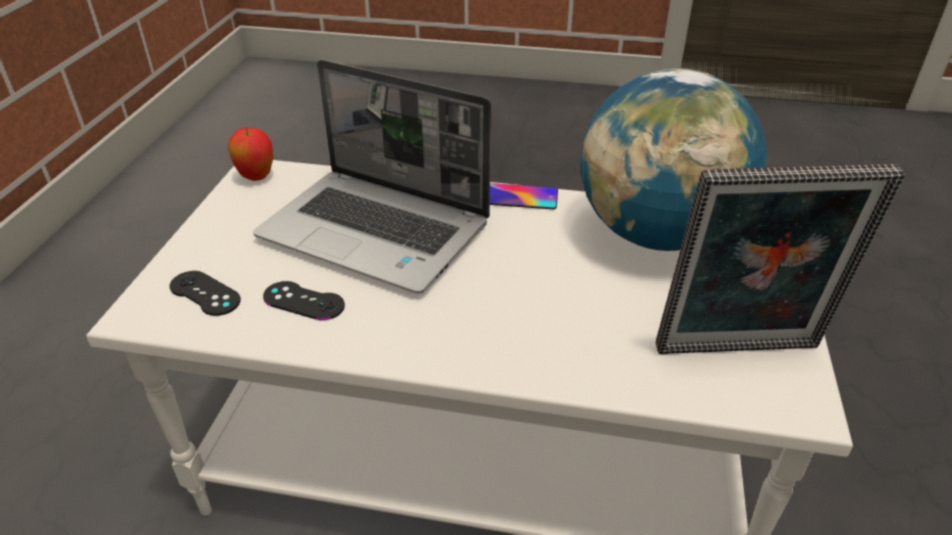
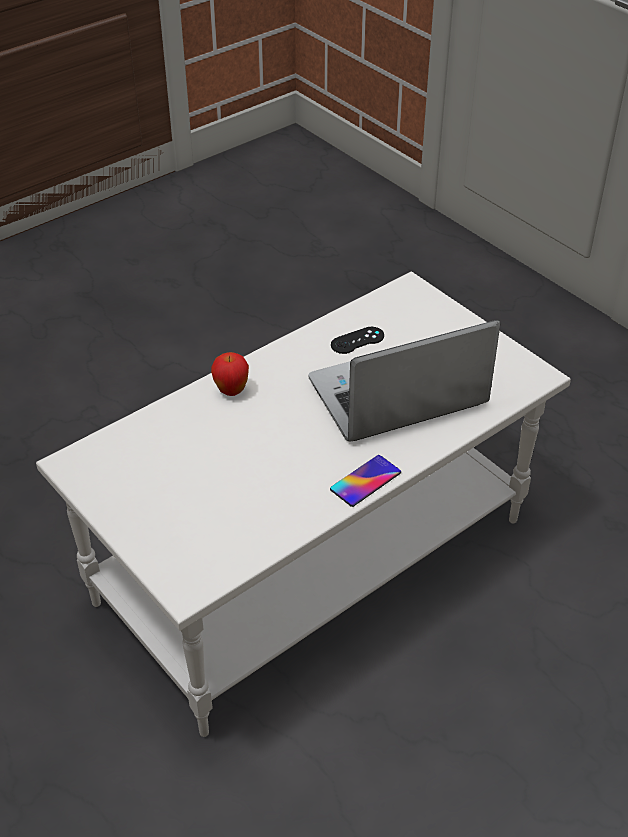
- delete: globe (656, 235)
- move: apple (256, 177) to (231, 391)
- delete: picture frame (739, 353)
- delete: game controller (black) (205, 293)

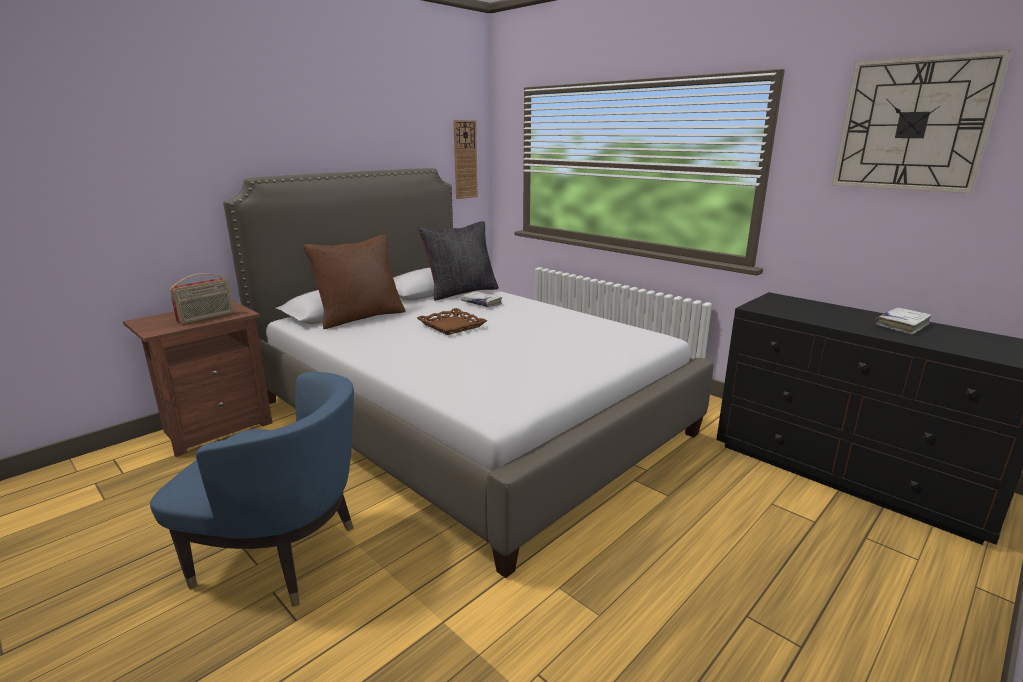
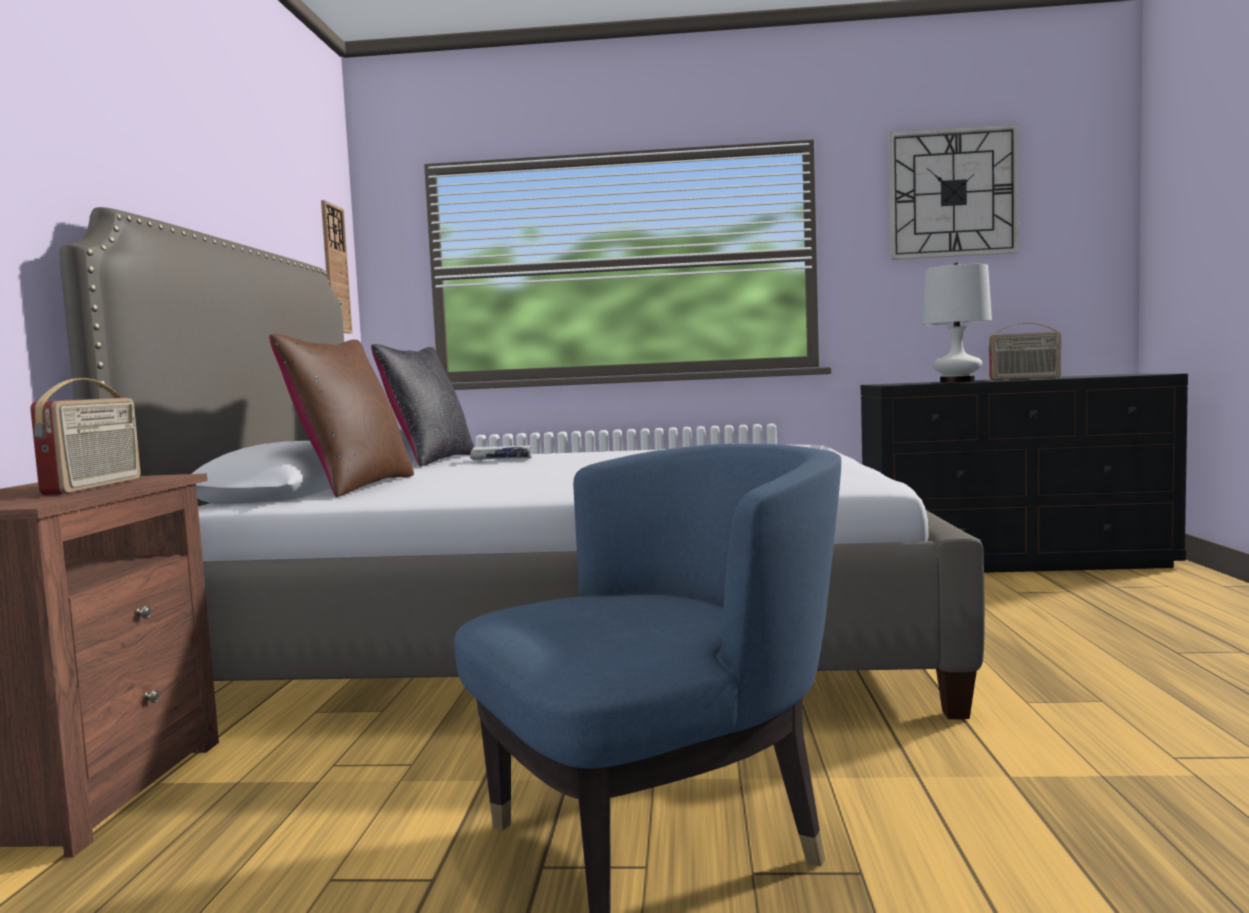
- delete: tray (brown) (451, 325)
- replace: book (white) (902, 325) to radio (1025, 378)
- insert: table lamp (white) (957, 382)

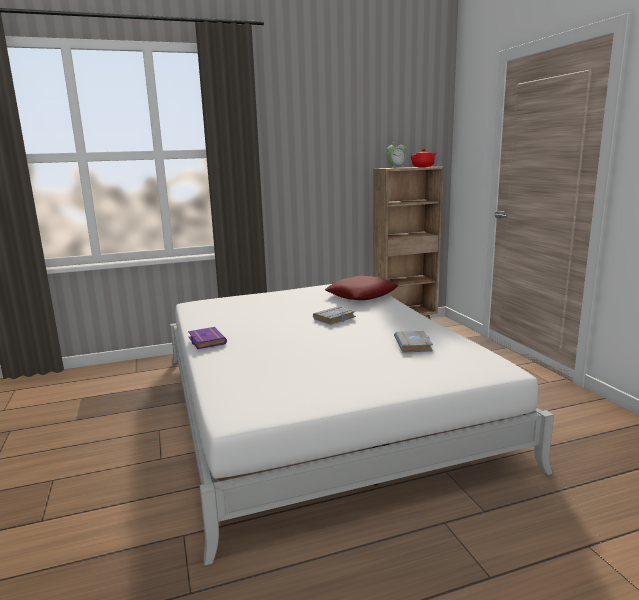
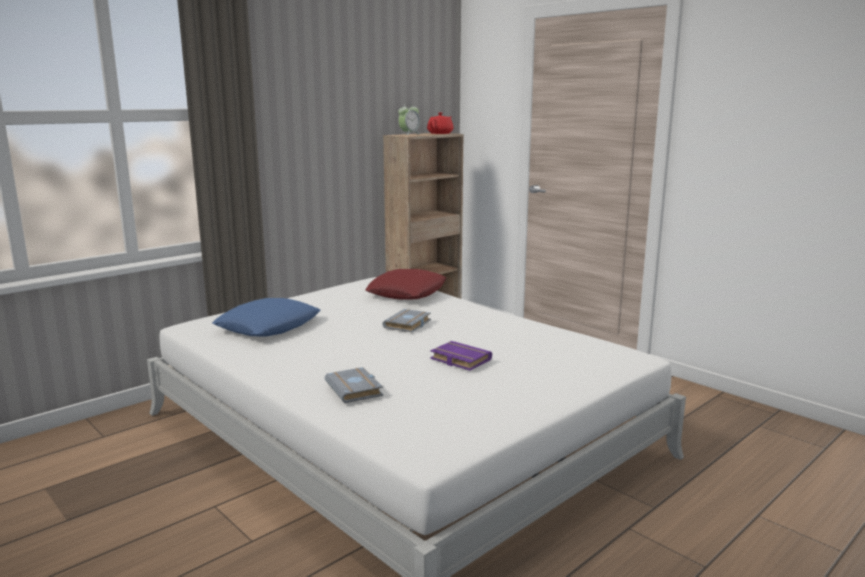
- move: book (purple) (205, 341) to (458, 360)
- move: book (grey) (414, 345) to (356, 390)
- insert: pillow (blue) (268, 326)

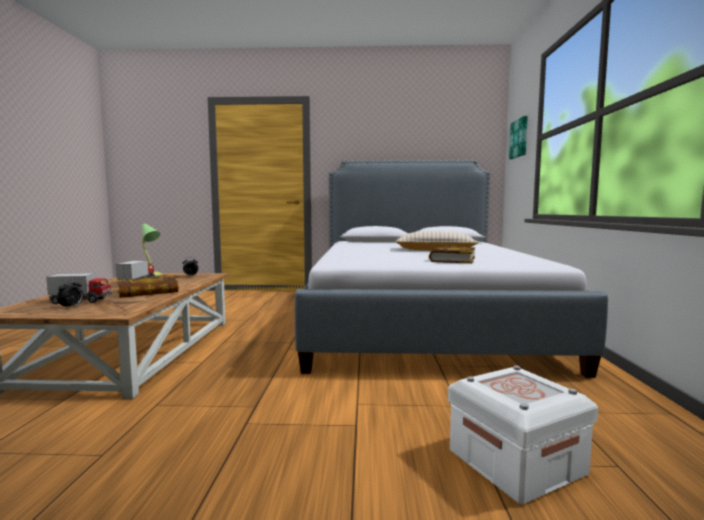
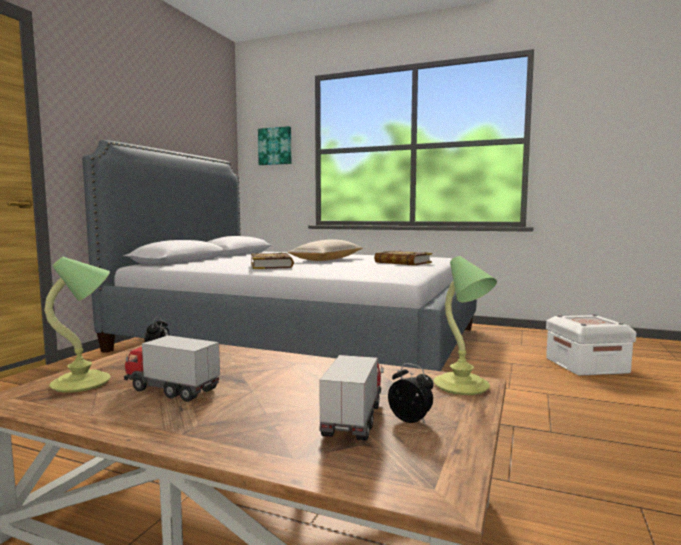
- move: book (147, 291) to (272, 266)
- insert: table lamp (462, 386)

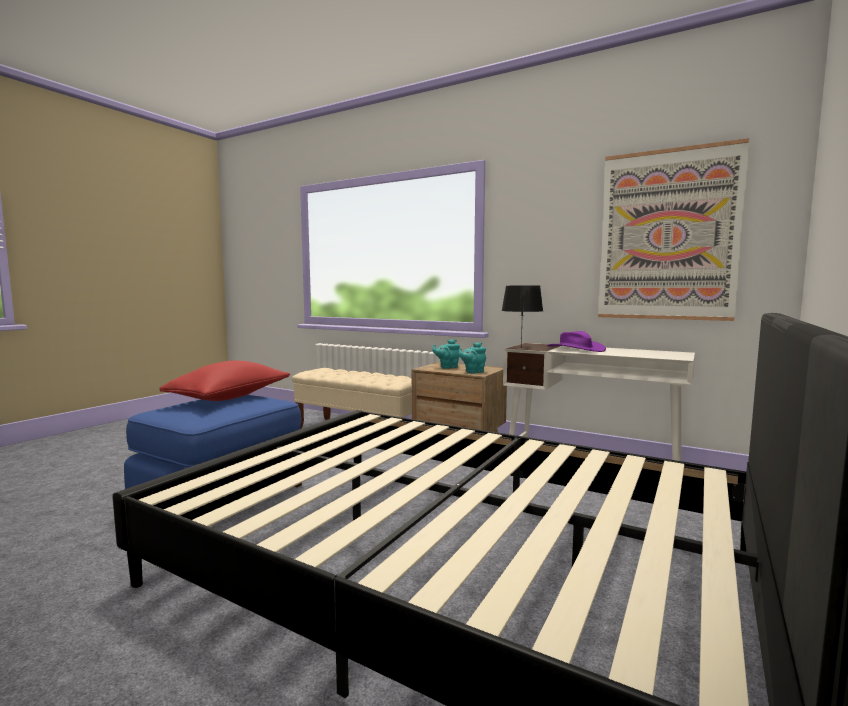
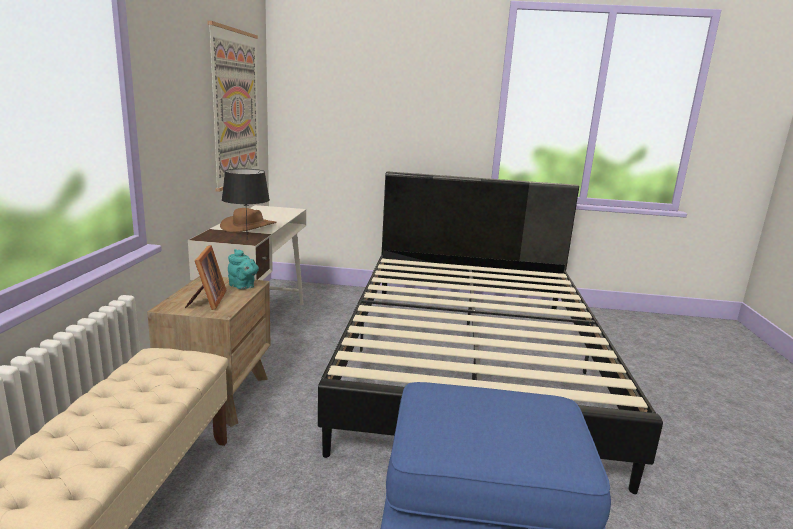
- recolor: hat (purple) (575, 349) to hat (brown) (249, 226)
- replace: teapot (turquoise) (447, 367) to picture frame (207, 301)
- delete: pillow (red) (230, 398)

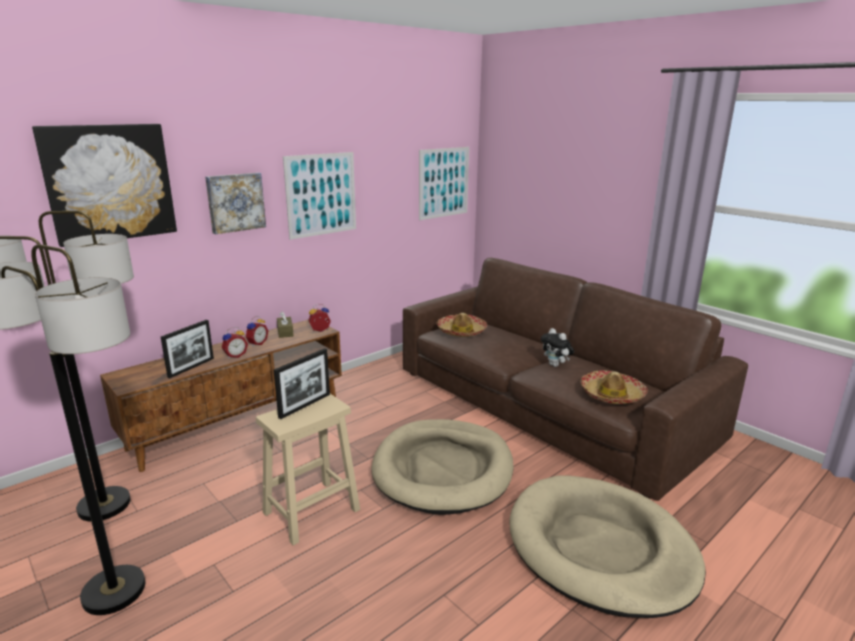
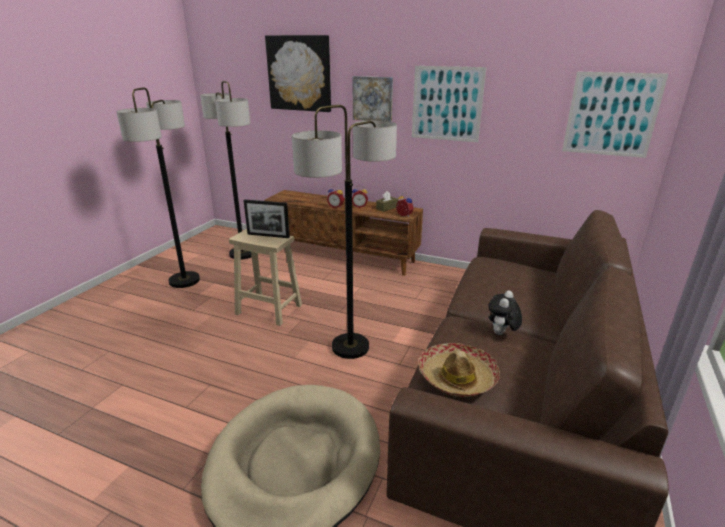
- delete: hat (461, 331)
- delete: picture frame (191, 368)
- replace: dog bed (beige) (443, 469) to floor lamp (350, 347)

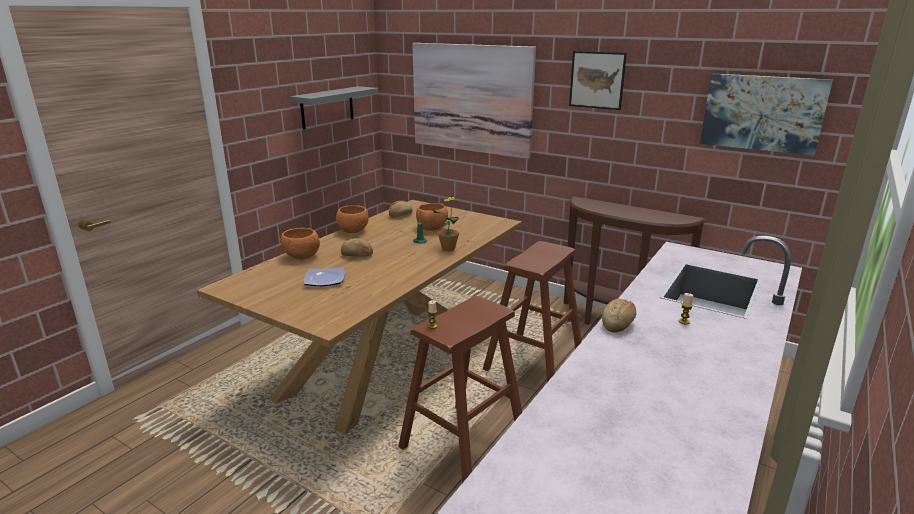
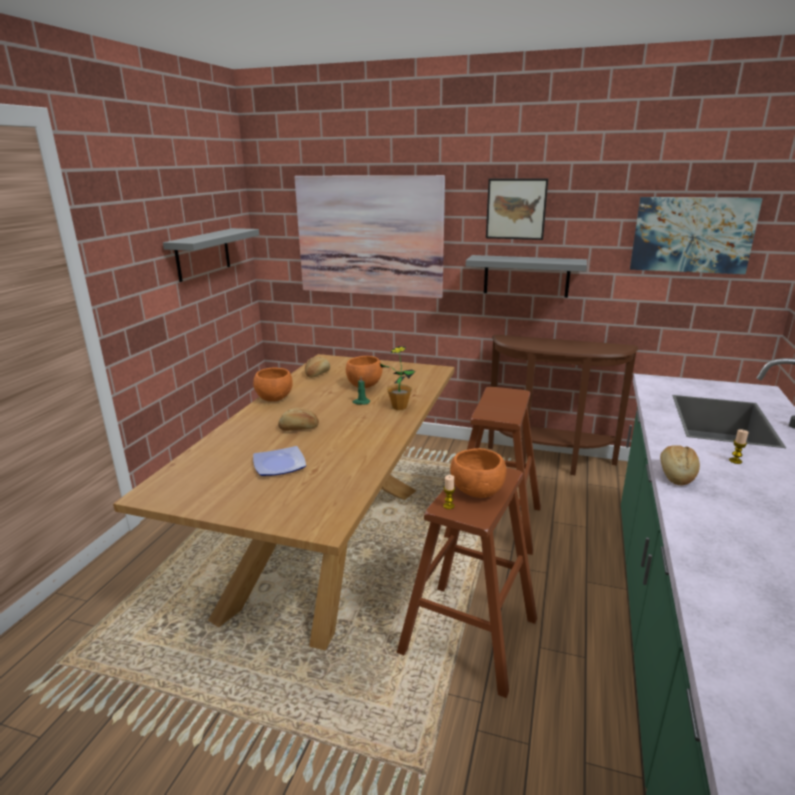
- move: bowl (orange) (302, 257) to (478, 492)
- insert: shelf (grey) (526, 276)

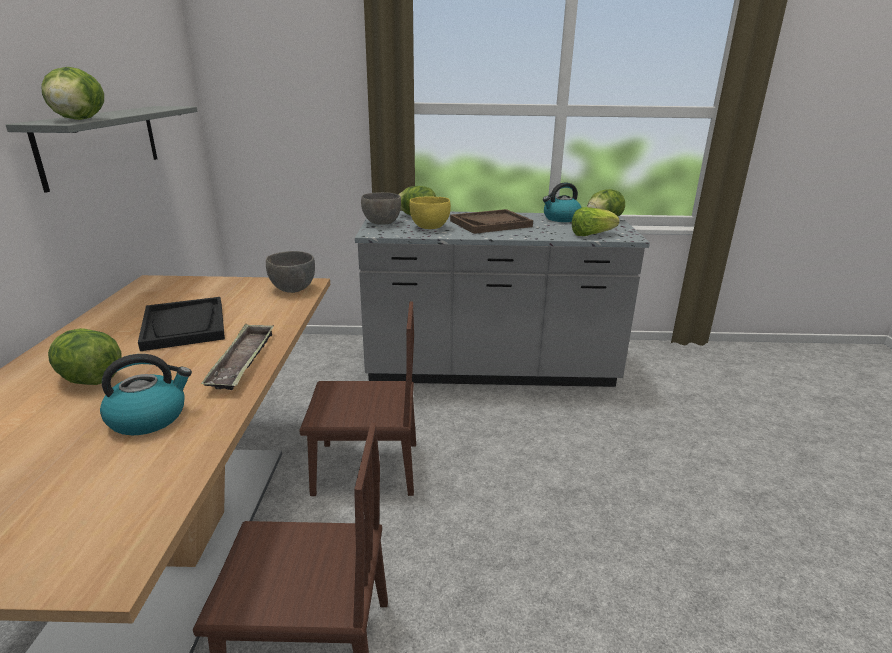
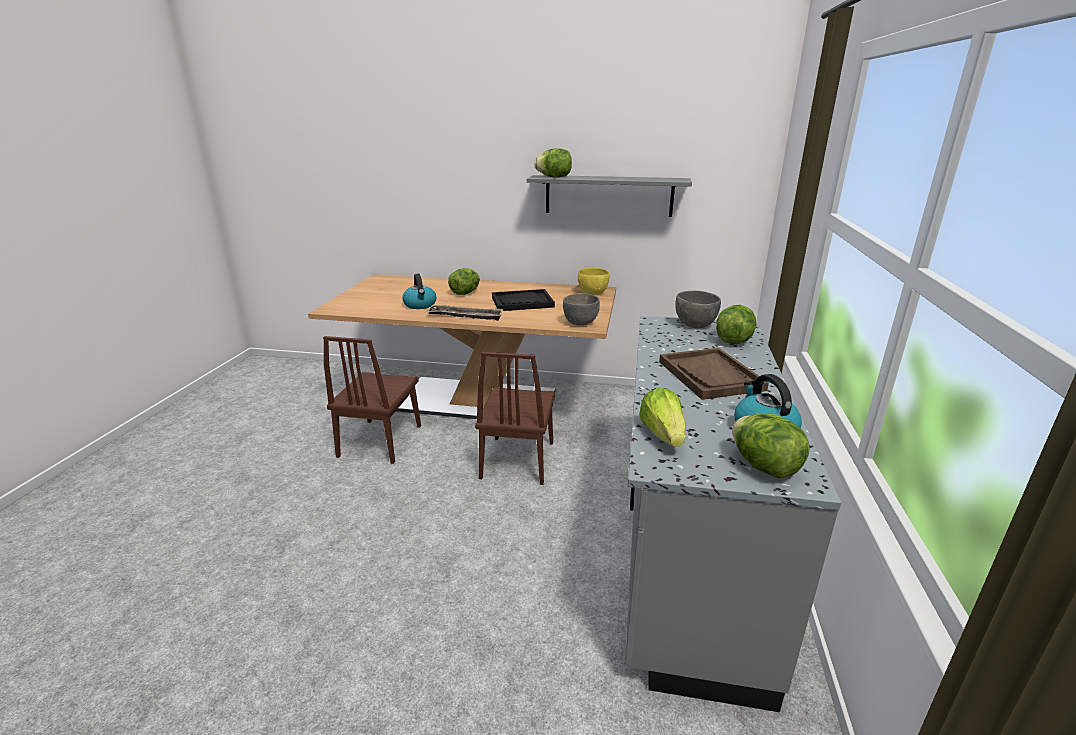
- move: bowl (yellow) (430, 228) to (592, 293)

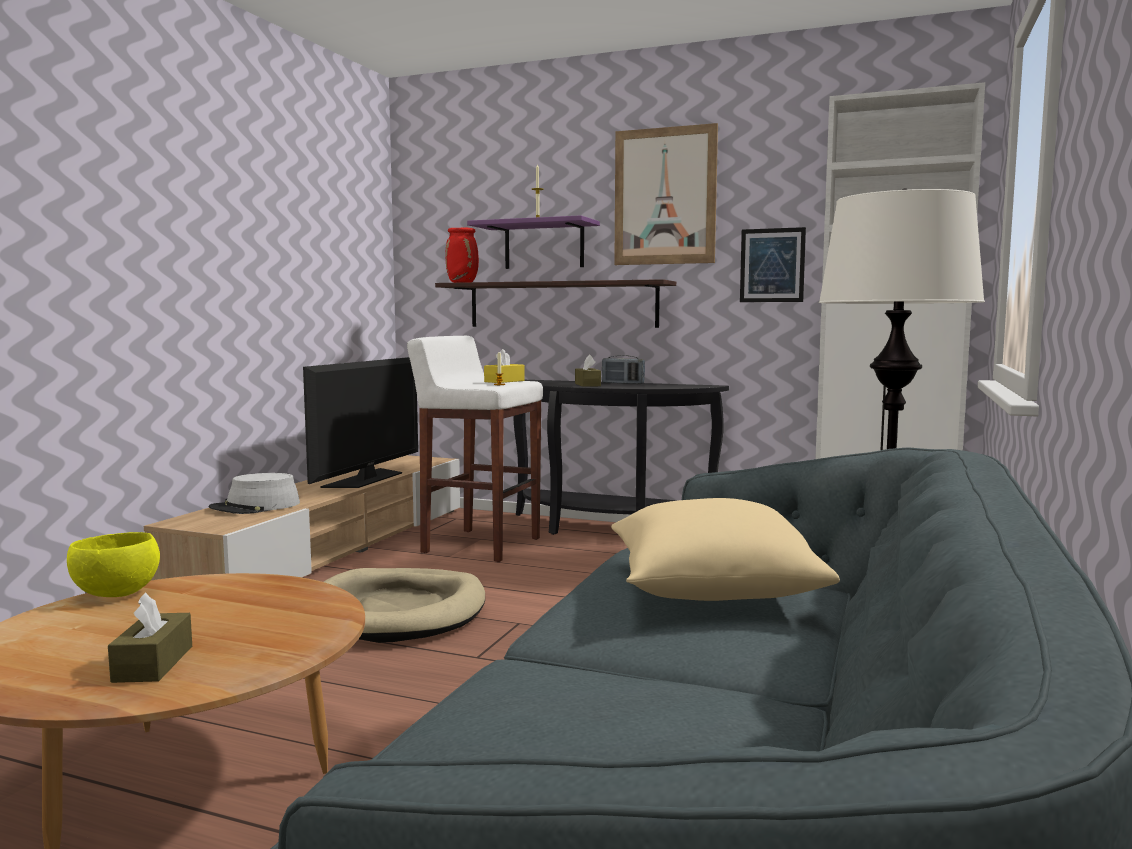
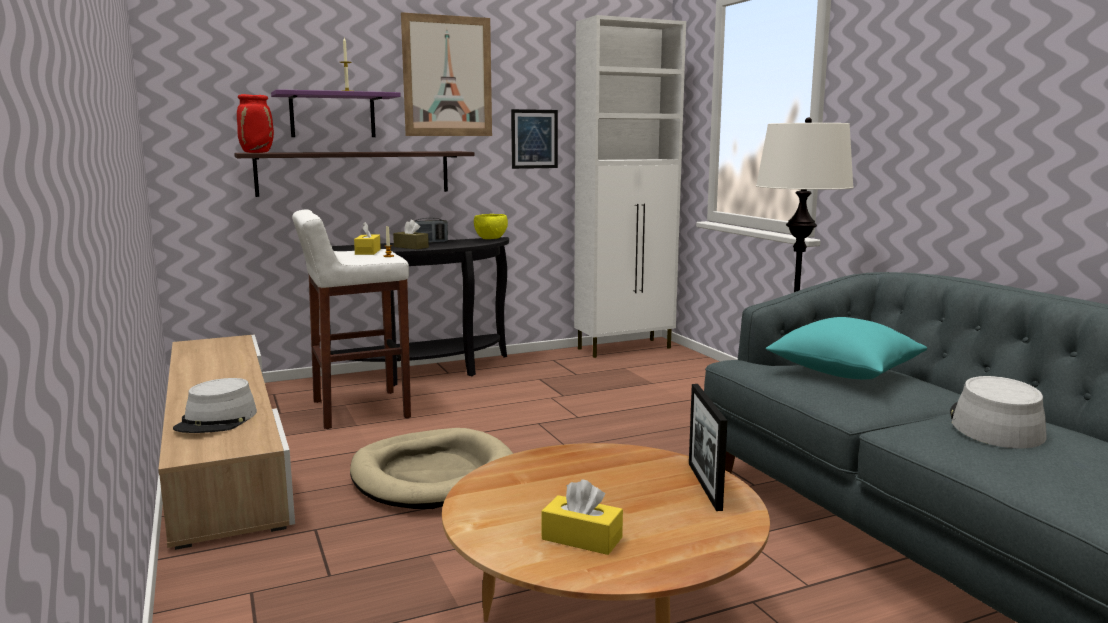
- delete: television (366, 479)
- recolor: pillow (beige) (712, 590) to pillow (turquoise) (843, 372)
- move: bowl (yellow) (117, 594) to (491, 239)
- delete: tissue box (brown) (153, 664)
- insert: hat (grey) (994, 425)
- insert: picture frame (704, 485)
- insert: tissue box (yellow) (582, 538)

